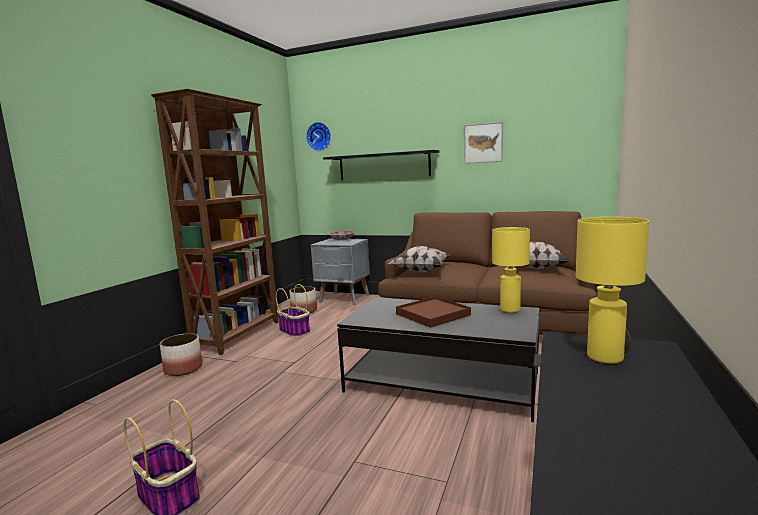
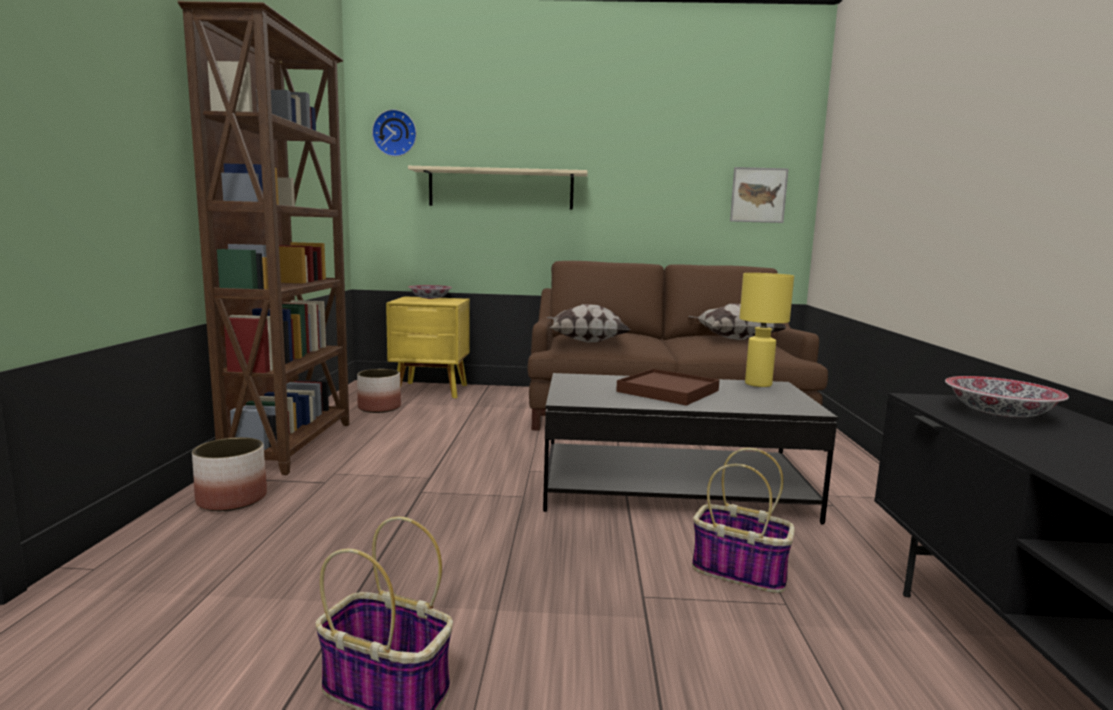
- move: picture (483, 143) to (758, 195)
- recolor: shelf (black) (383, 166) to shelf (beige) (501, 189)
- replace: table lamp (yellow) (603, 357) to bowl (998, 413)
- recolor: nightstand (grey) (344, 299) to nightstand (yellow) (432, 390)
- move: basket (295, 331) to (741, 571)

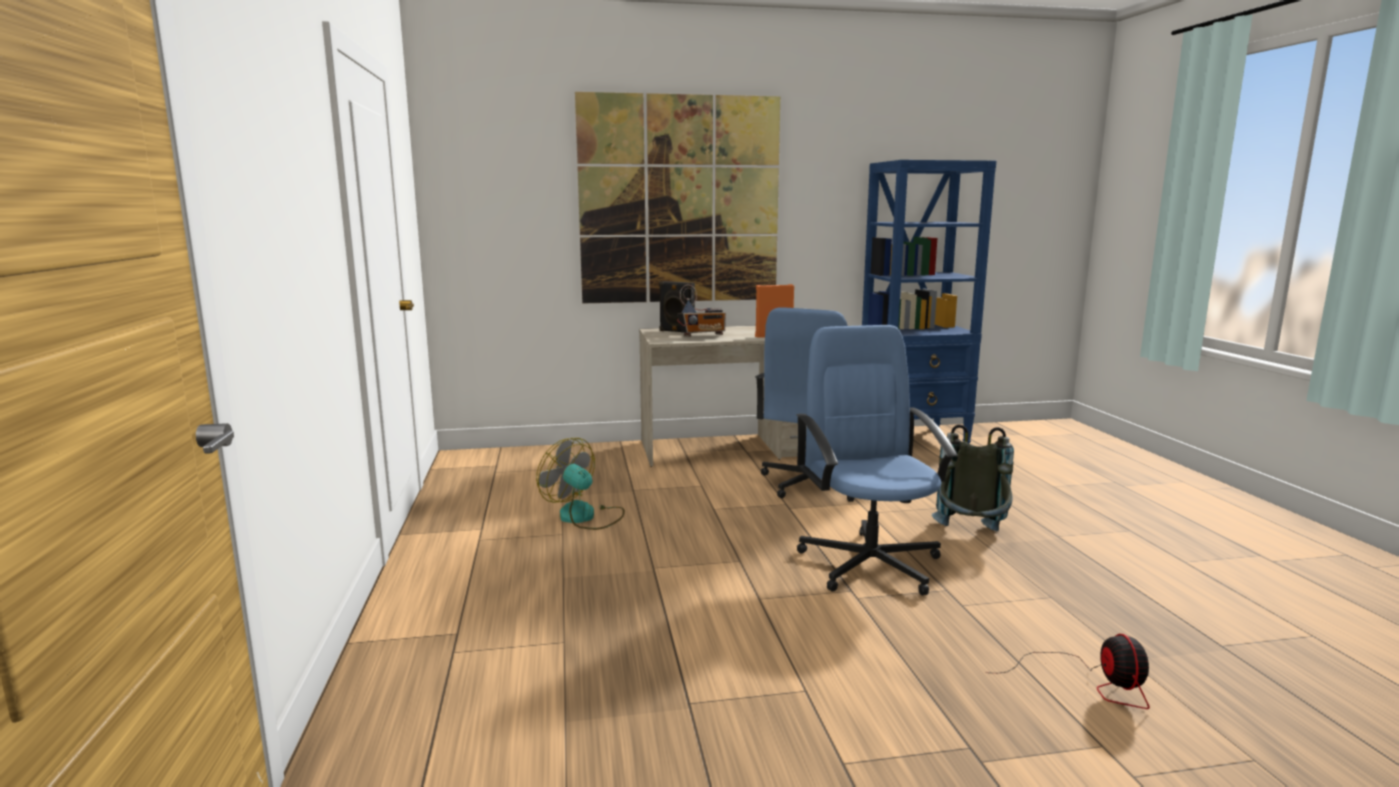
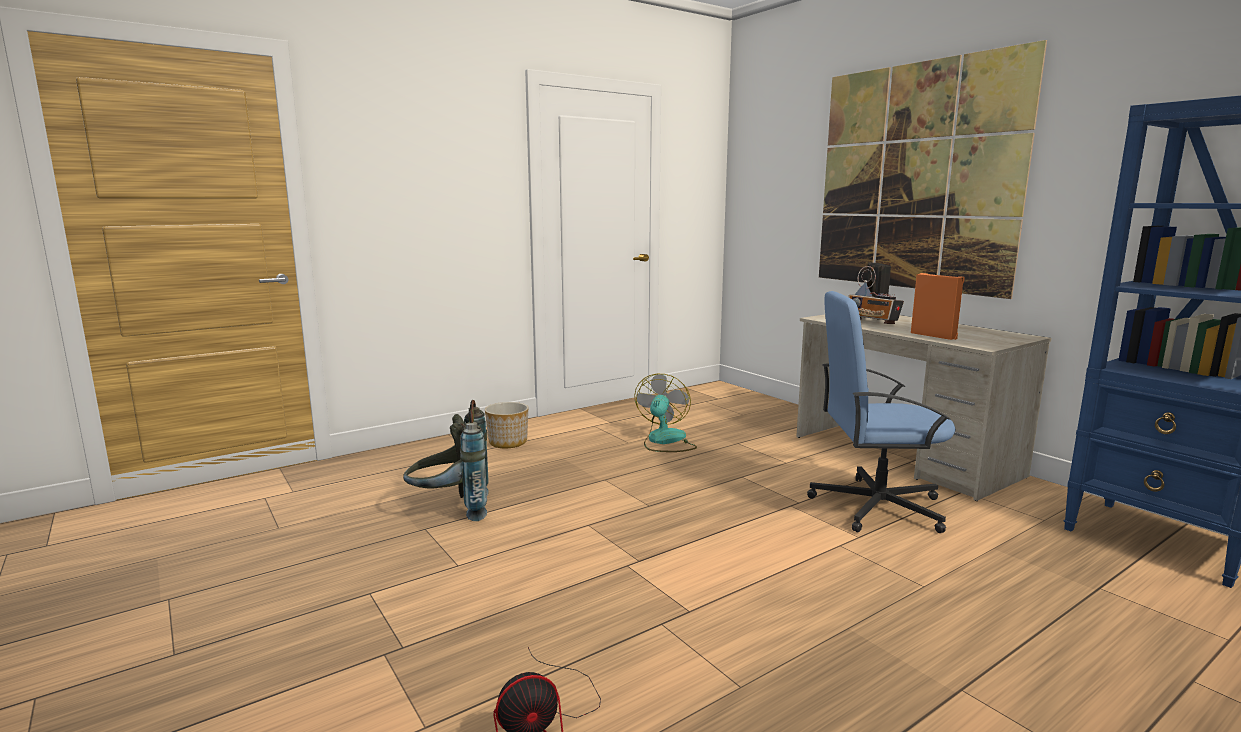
- delete: office chair (blue) (870, 563)
- move: backpack (grey) (971, 536) to (451, 510)
- insert: planter (508, 442)

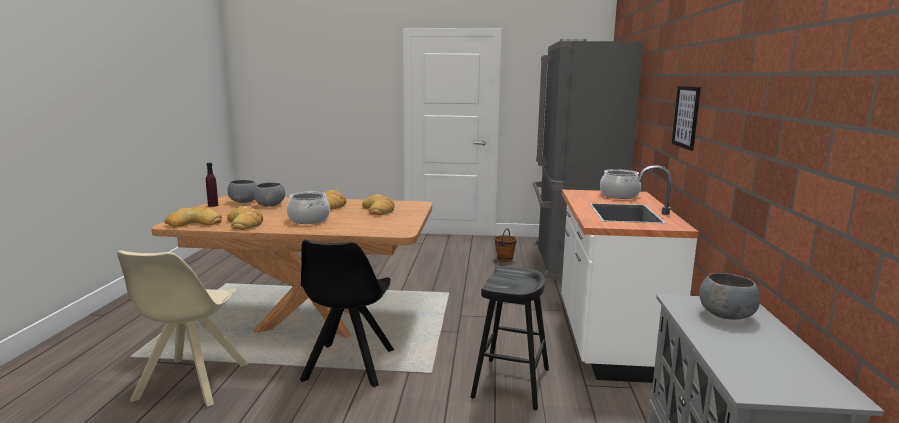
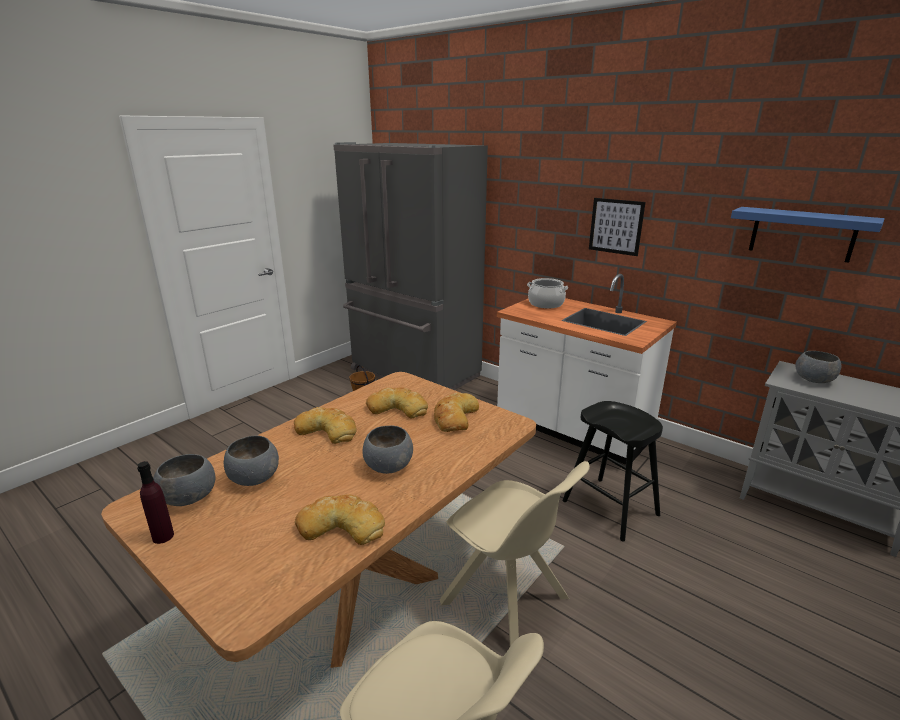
- replace: cooking pot (308, 220) to bowl (grey) (388, 466)
- move: bread (194, 223) to (454, 417)
- recolor: chair (black) (348, 366) to chair (beige) (507, 602)
- insert: shelf (blue) (802, 234)

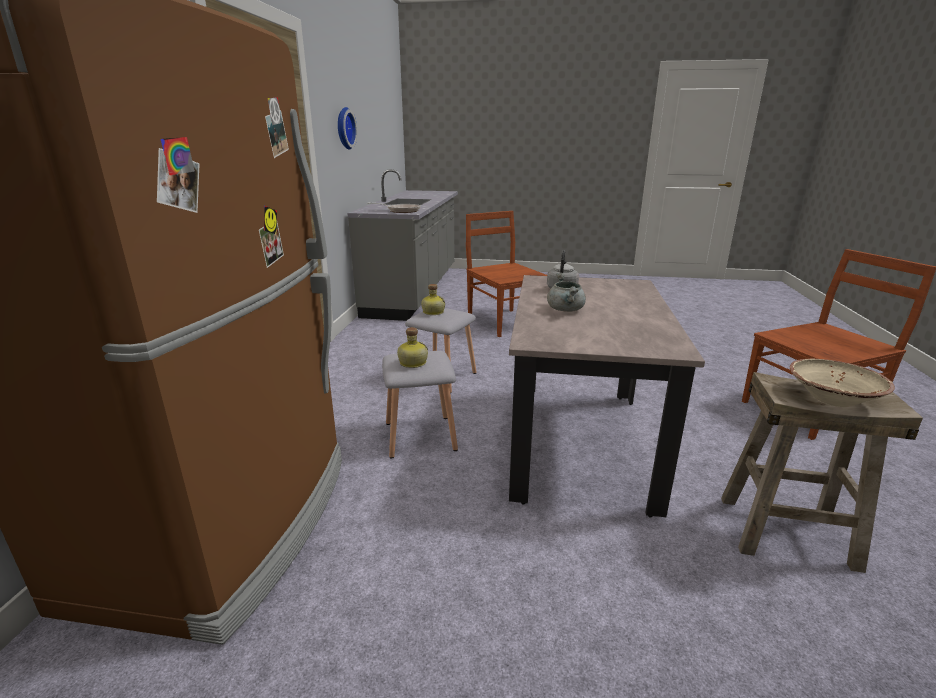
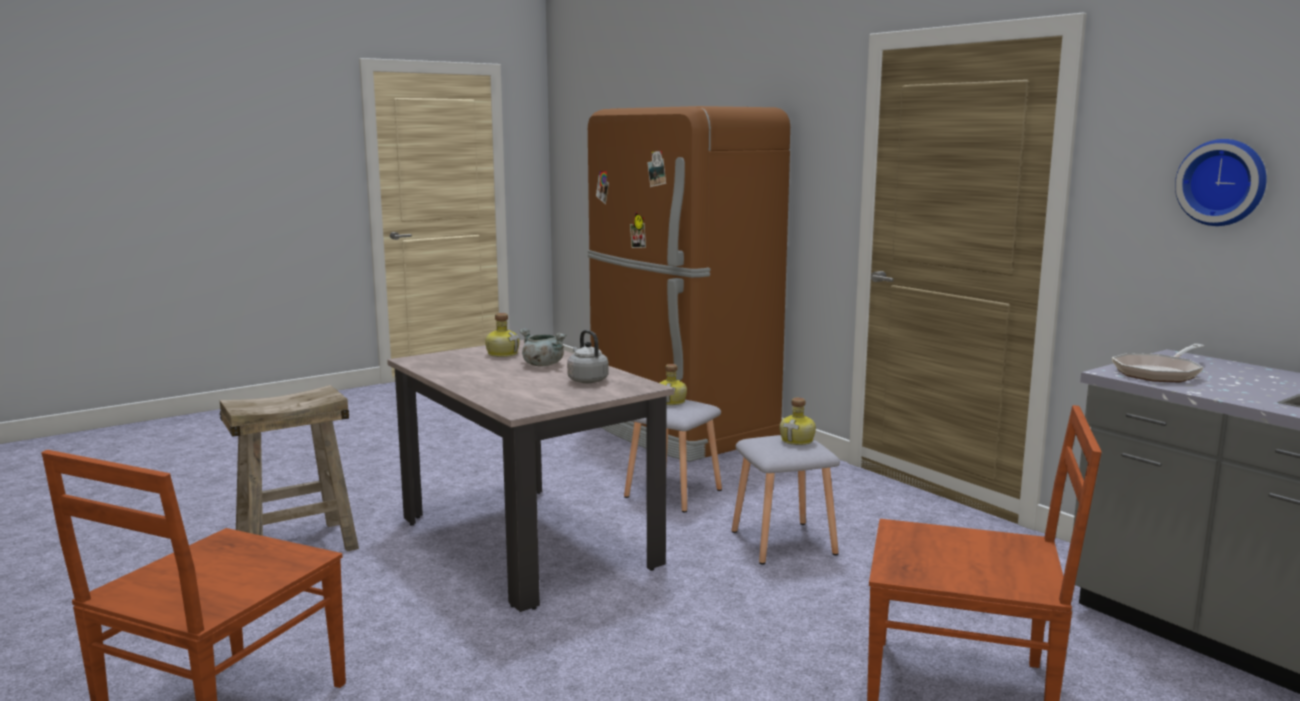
- delete: bowl (beige) (832, 399)
- insert: bottle (502, 354)

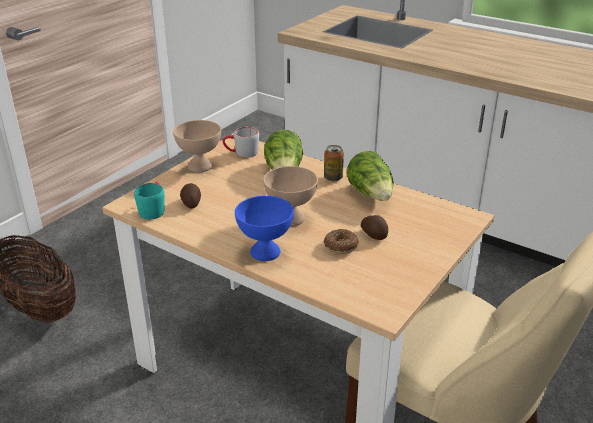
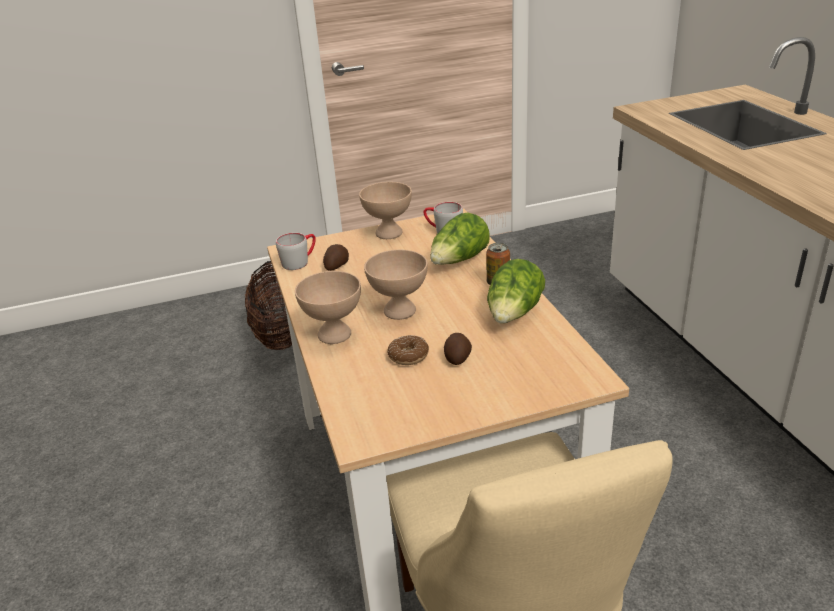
- recolor: mug (turquoise) (153, 209) to mug (grey) (300, 261)
- recolor: bowl (blue) (264, 252) to bowl (beige) (334, 334)

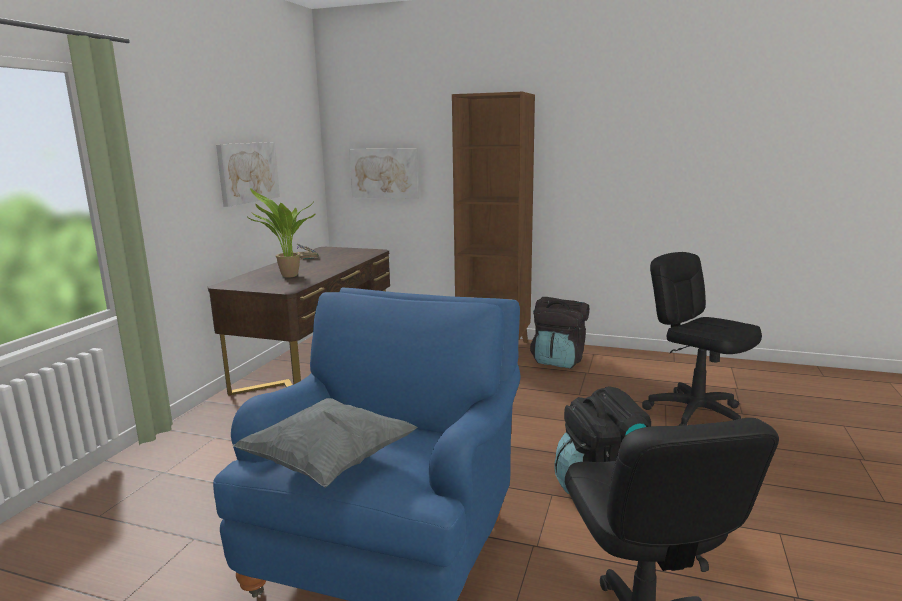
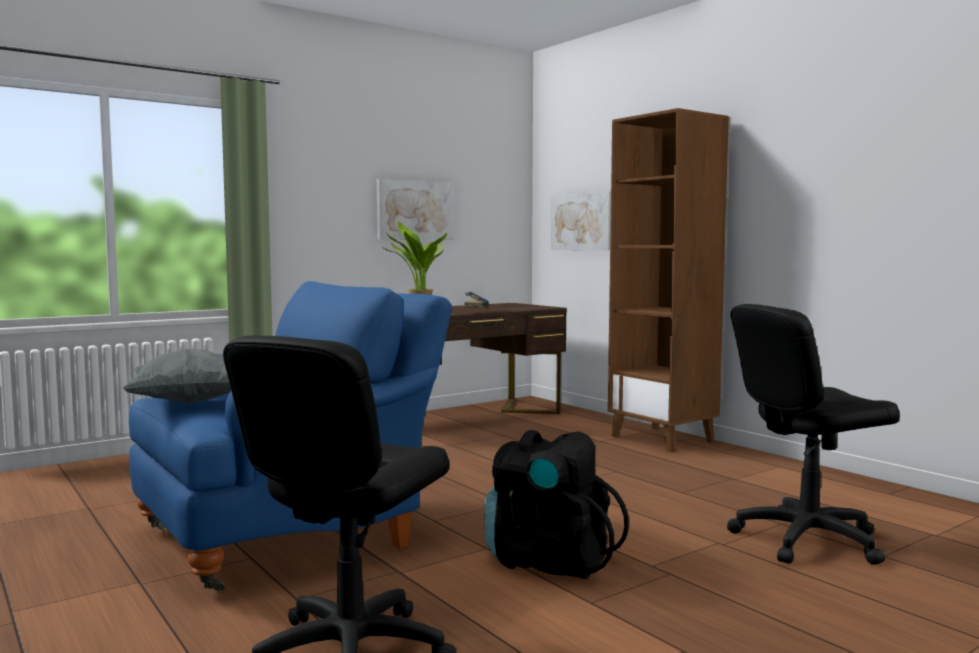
- rotate: office chair (black) (695, 414) = (806, 540) 105 degrees counterclockwise
- delete: backpack (black) (558, 360)

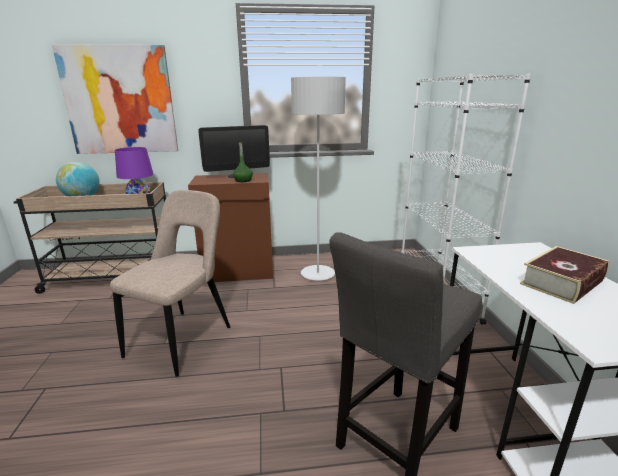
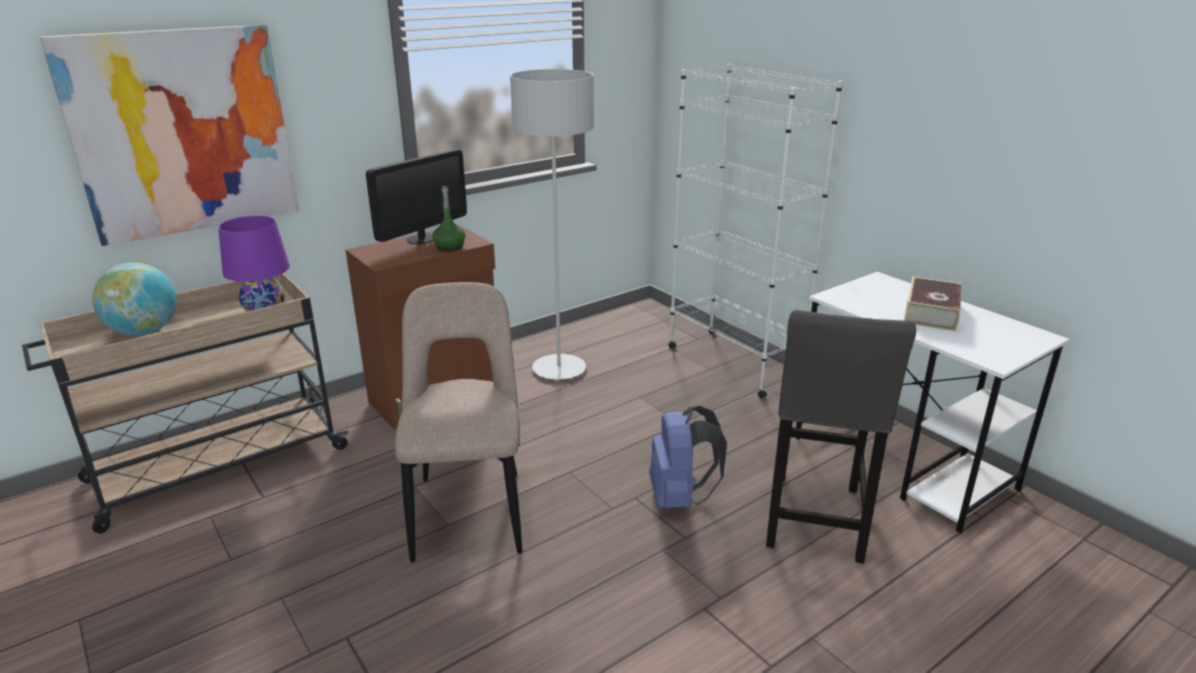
- insert: backpack (blue) (680, 498)

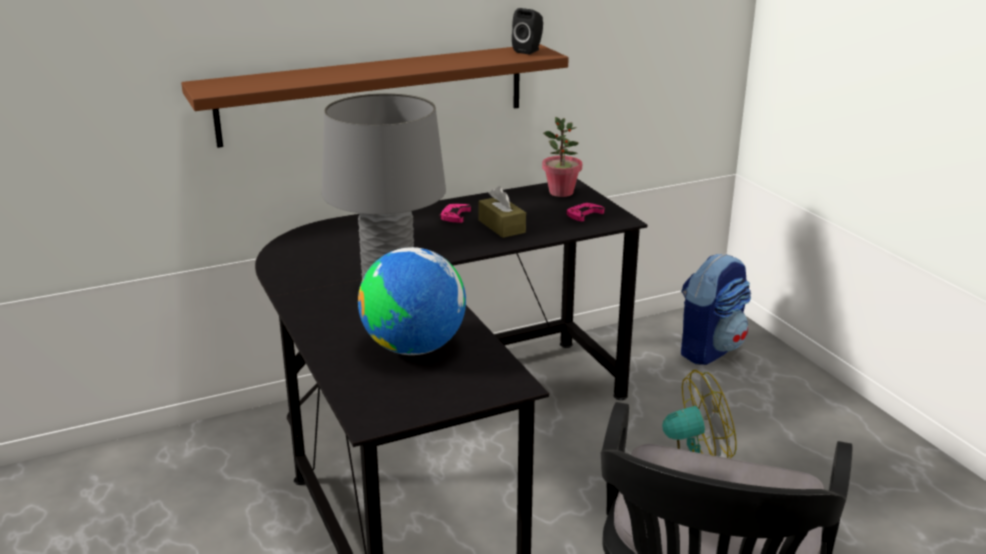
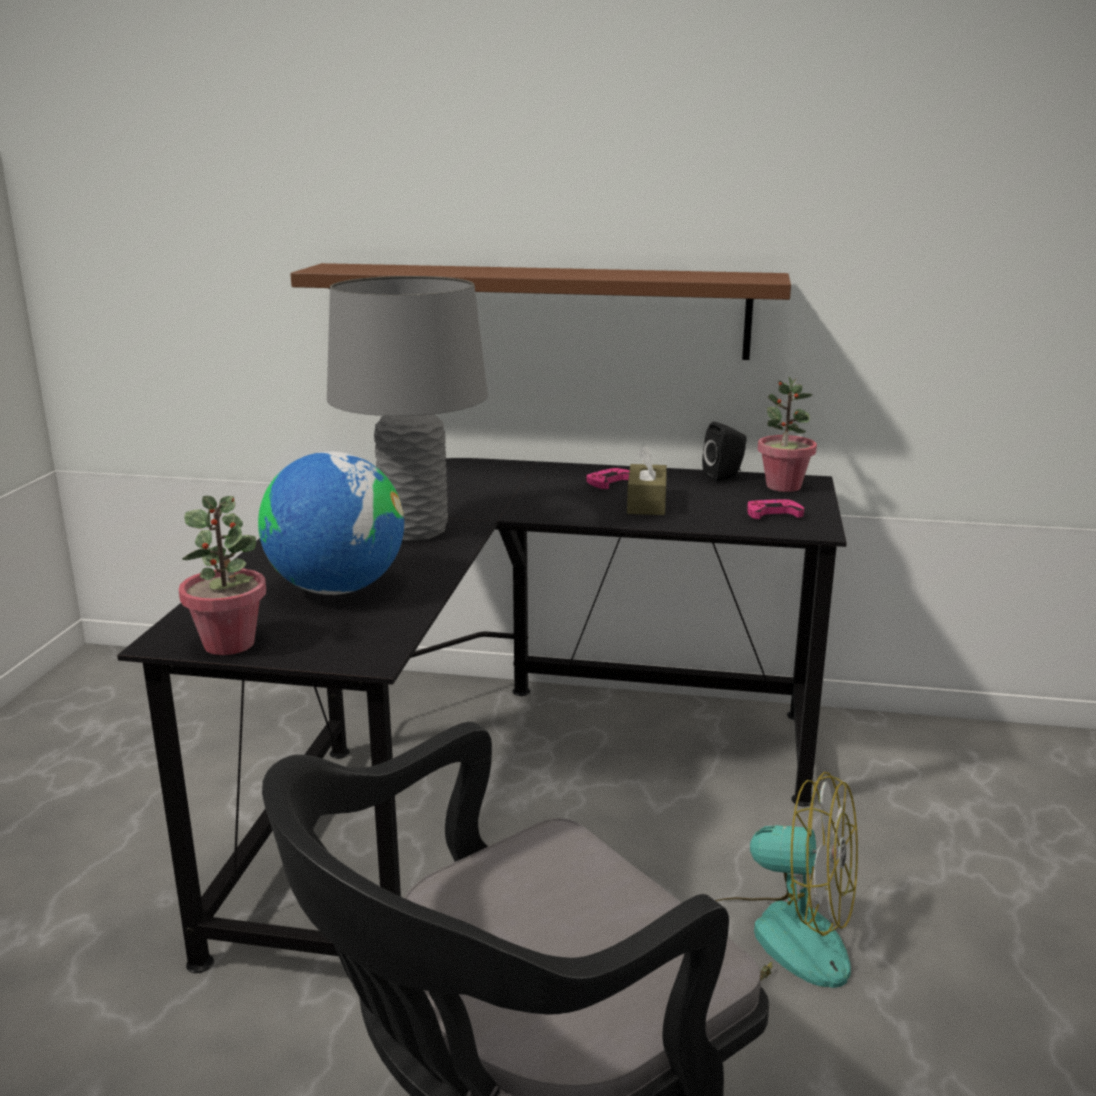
- move: speaker (black) (529, 51) to (725, 477)
- delete: backpack (709, 349)
- insert: potted plant (230, 644)

